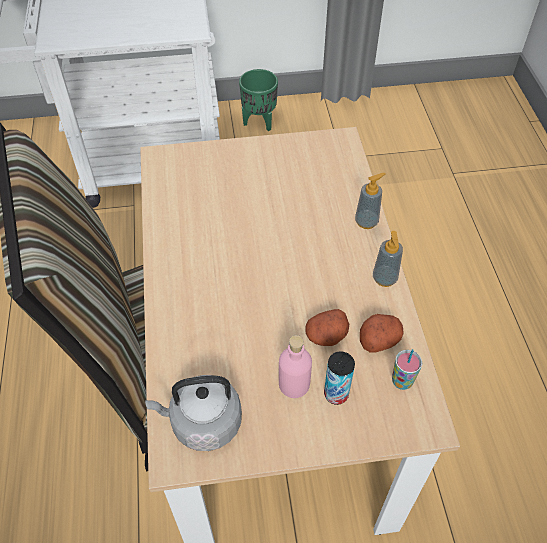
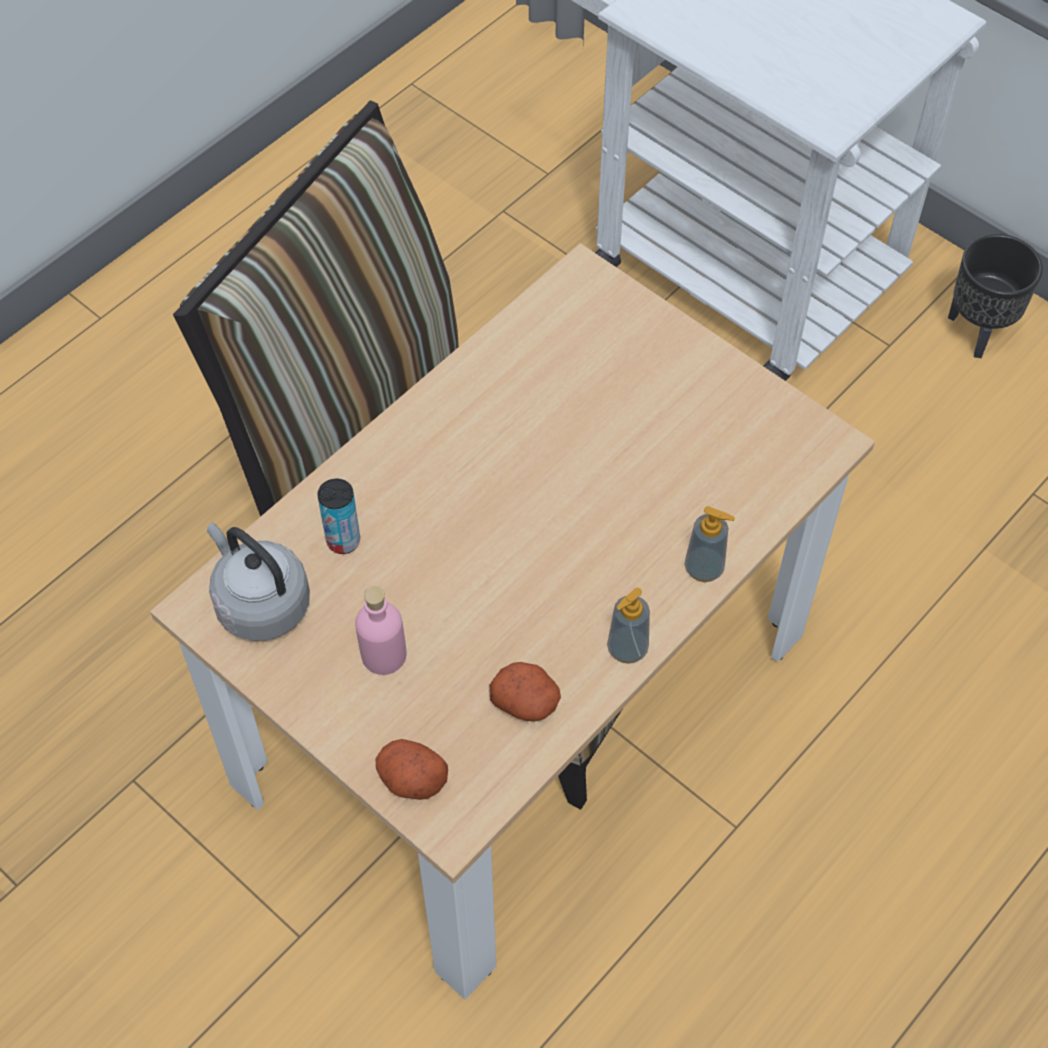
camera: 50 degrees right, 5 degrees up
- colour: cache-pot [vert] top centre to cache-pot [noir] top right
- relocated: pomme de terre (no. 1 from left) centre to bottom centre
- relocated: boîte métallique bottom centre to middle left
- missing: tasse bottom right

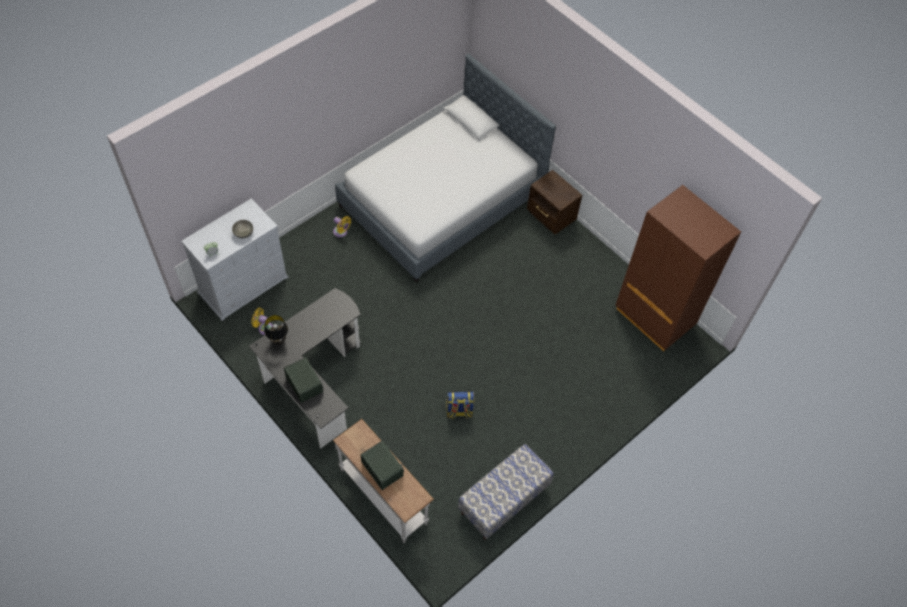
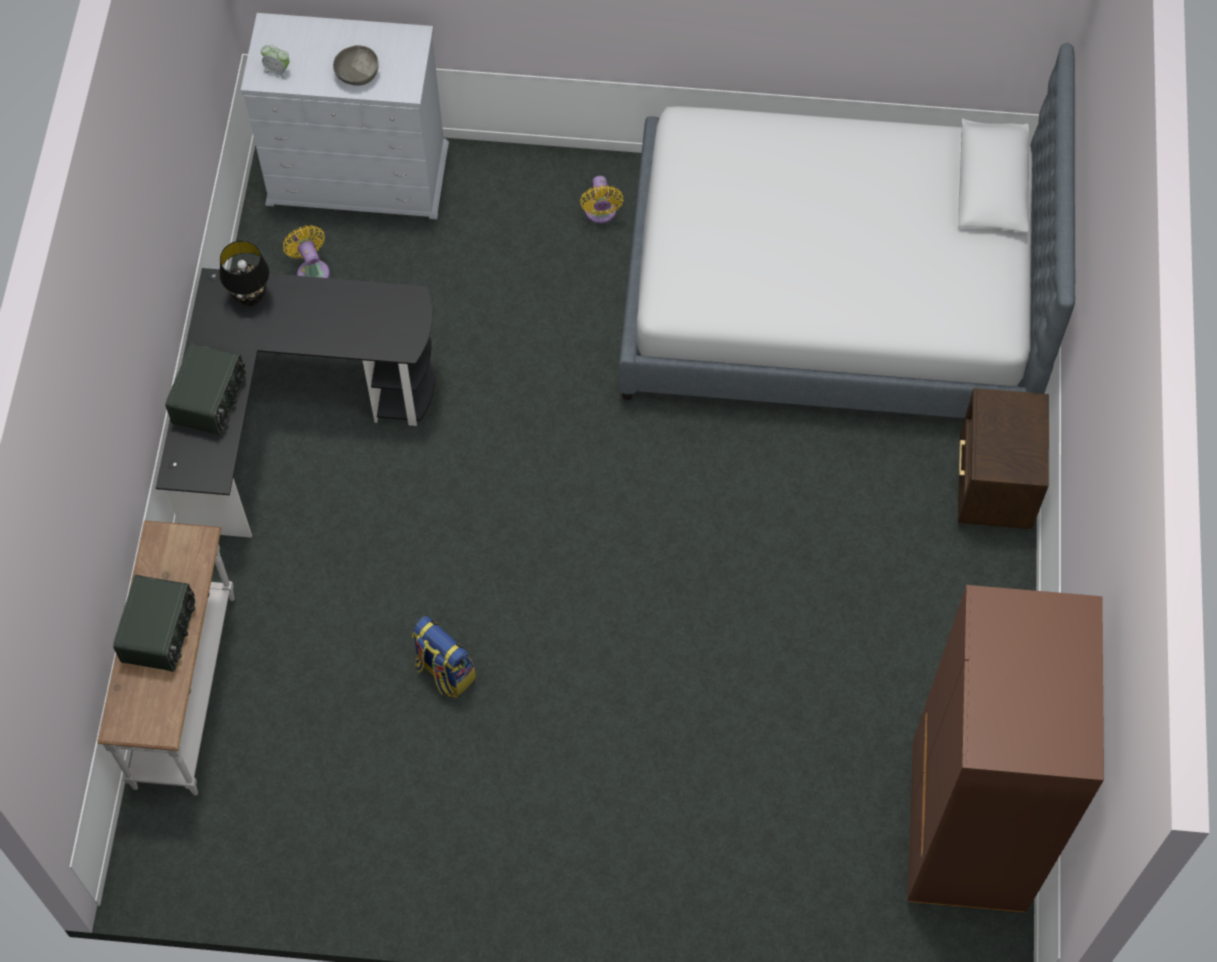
camera: 50 degrees right, 5 degrees up
- missing: banc bottom centre

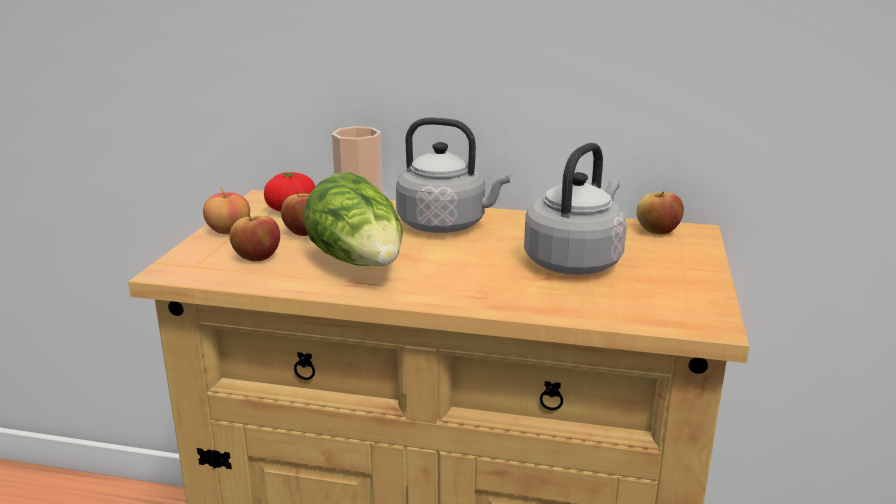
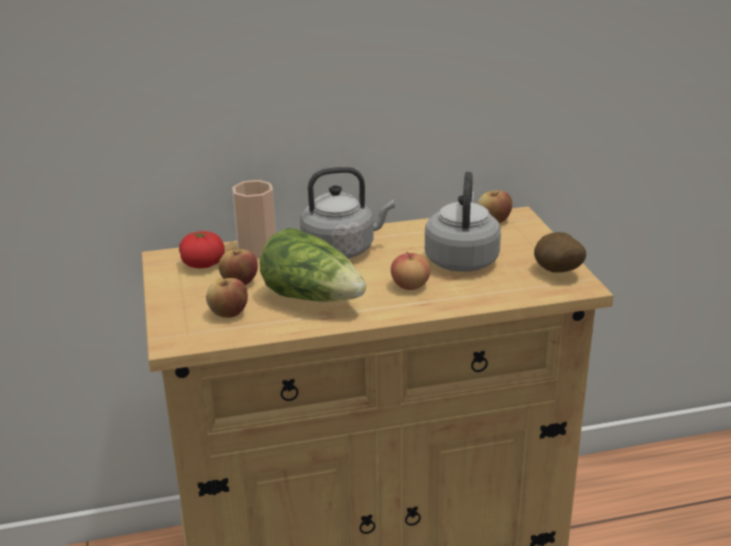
camera: 25 degrees left, 5 degrees up
- relocated: pomme (no. 1 from left in the first image) middle left to pomme (no. 3 from left) centre
- appeared: pomme de terre middle right

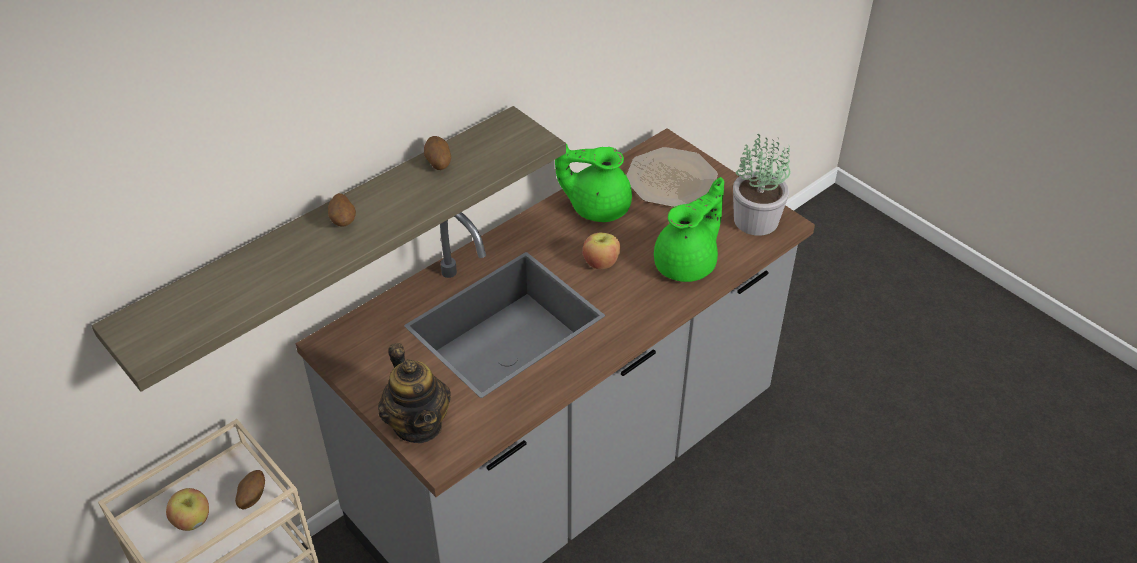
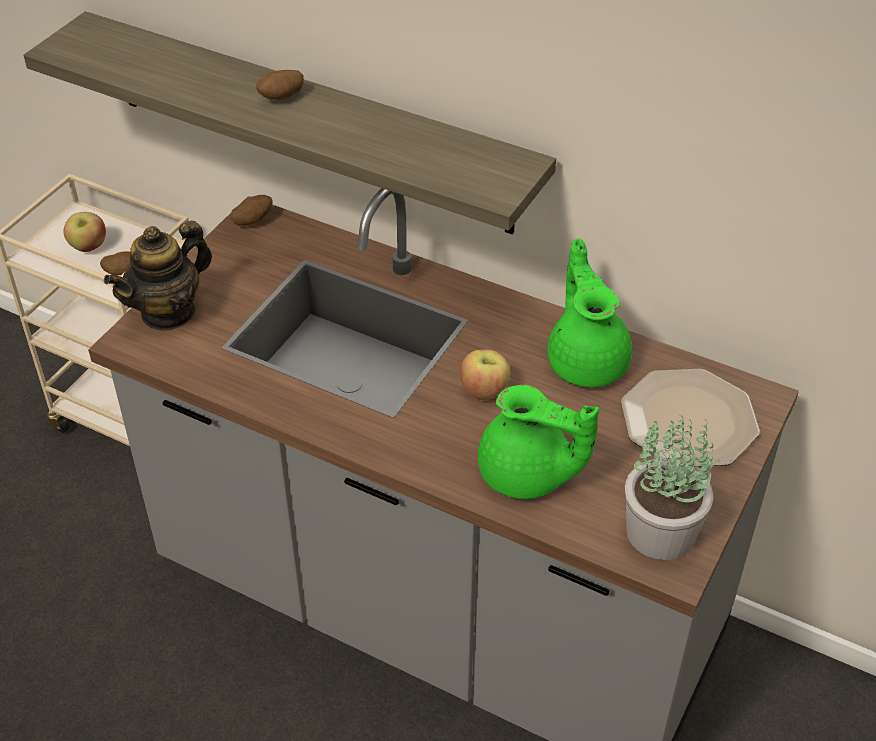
camera: 70 degrees right, 0 degrees up
- relocated: pomme de terre (no. 3 from left in the first image) top centre to pomme de terre (no. 2 from left) top left

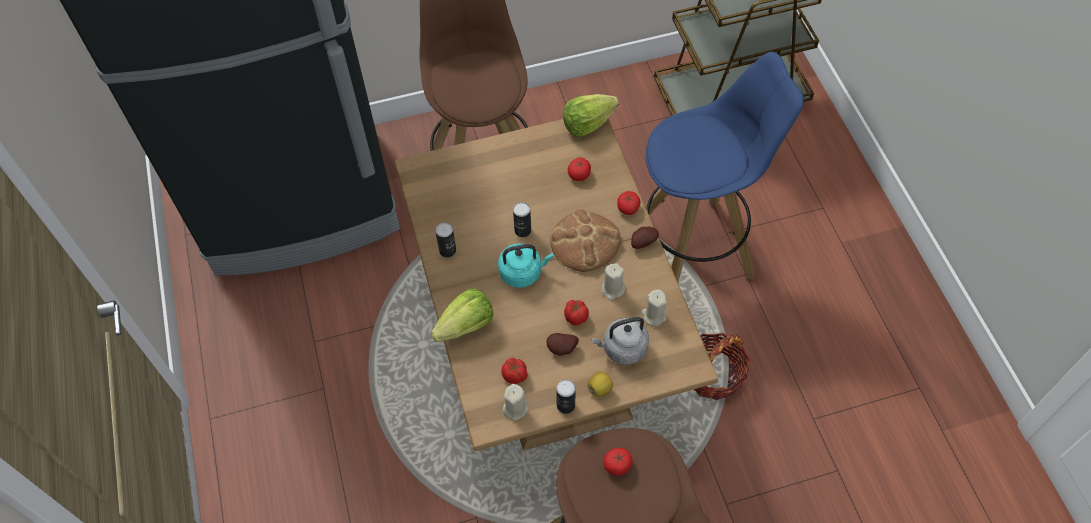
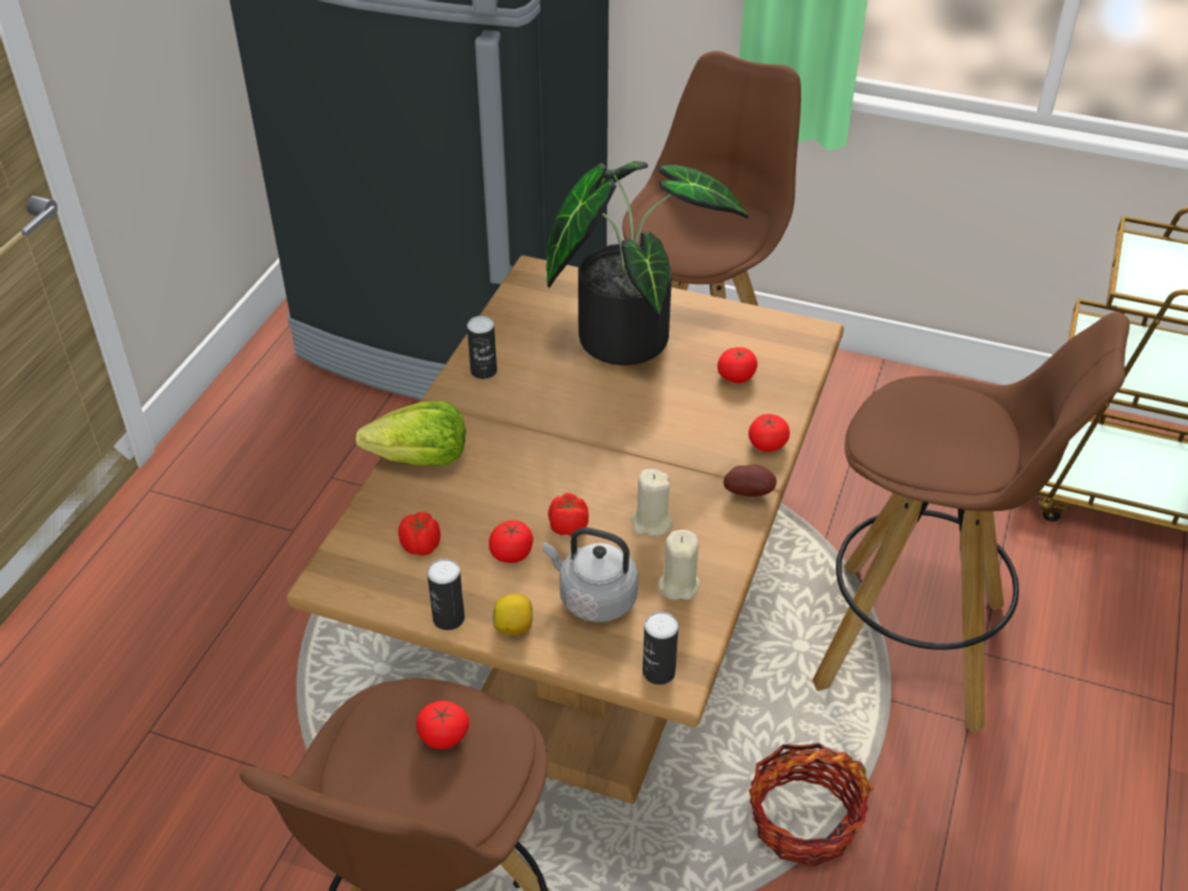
camera: 35 degrees right, 15 degrees down
- missing: bouilloire [turquoise] centre
- missing: bougie [beige] (no. 1 from left) bottom centre
- relocated: boîte métallique (no. 2 from left in the first image) centre to boîte métallique (no. 3 from left) bottom centre
- exchanged: pomme de terre (no. 1 from left) centre to tomate (no. 3 from left) centre
- missing: pain centre
- missing: laitue (no. 2 from left) top centre
- colour: tabouret [bleu] top centre to tabouret [marron] (no. 3 from left) middle right
- appeared: plante en pot top centre

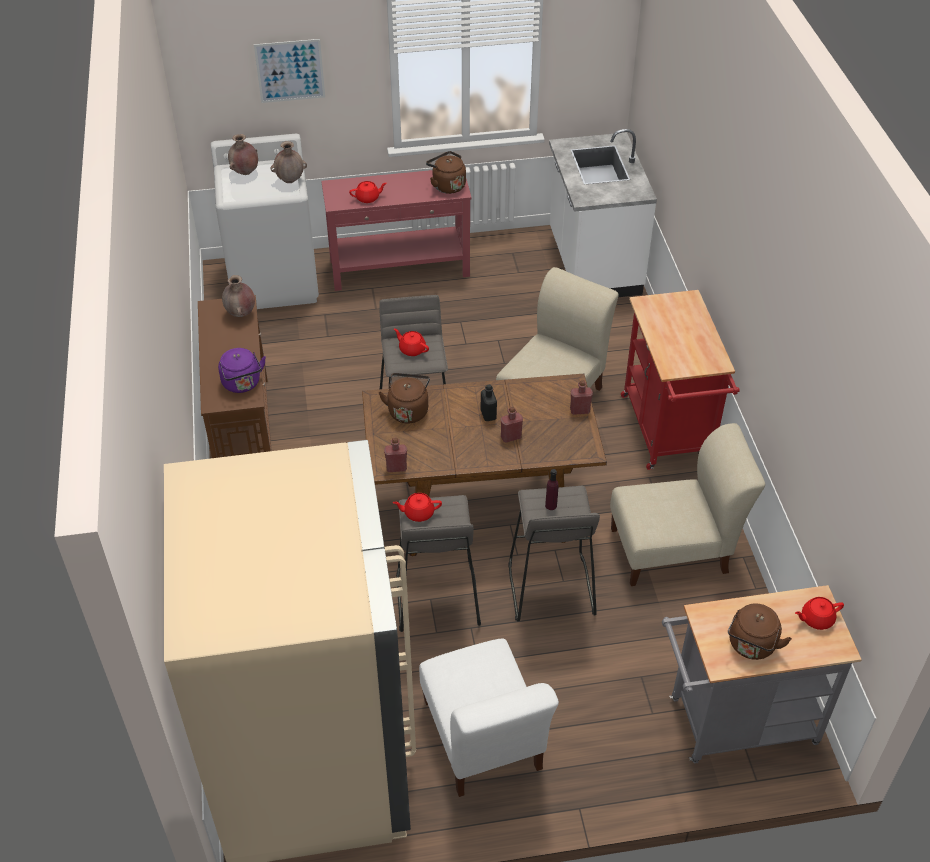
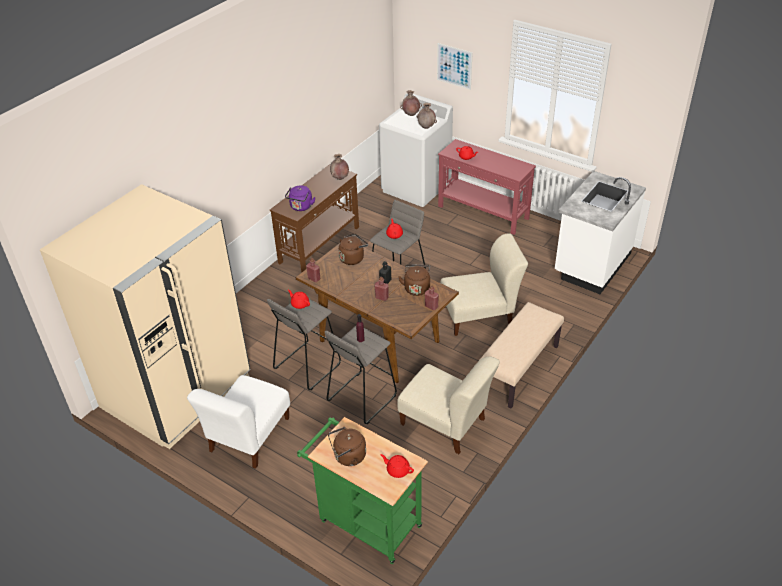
camera: 45 degrees right, 5 degrees down
- relocated: bouilloire [marron] (no. 2 from left in the first image) top centre to bouilloire [marron] (no. 3 from left) centre
- exchanged: chariot [rouge] middle right to banc [beige] middle right
- colour: chariot [gris] bottom right to chariot [vert] bottom centre

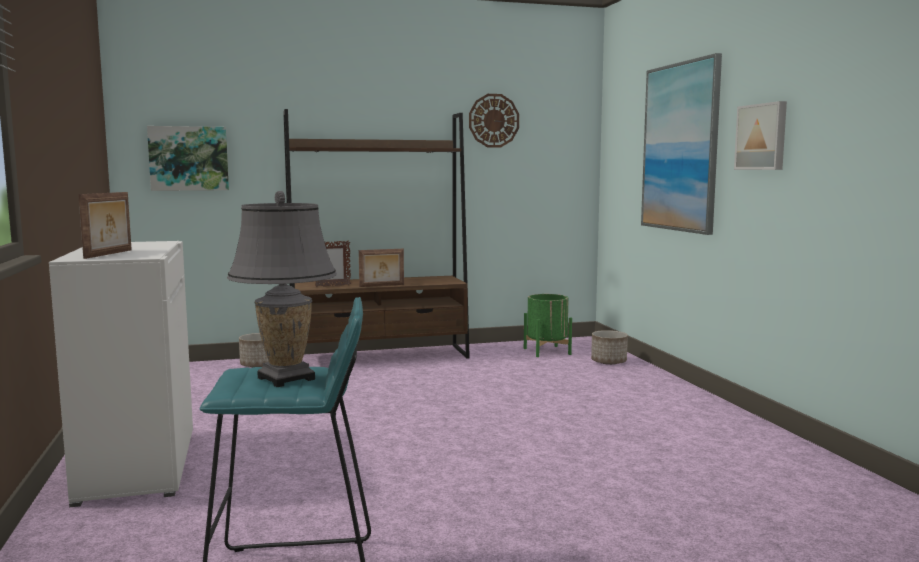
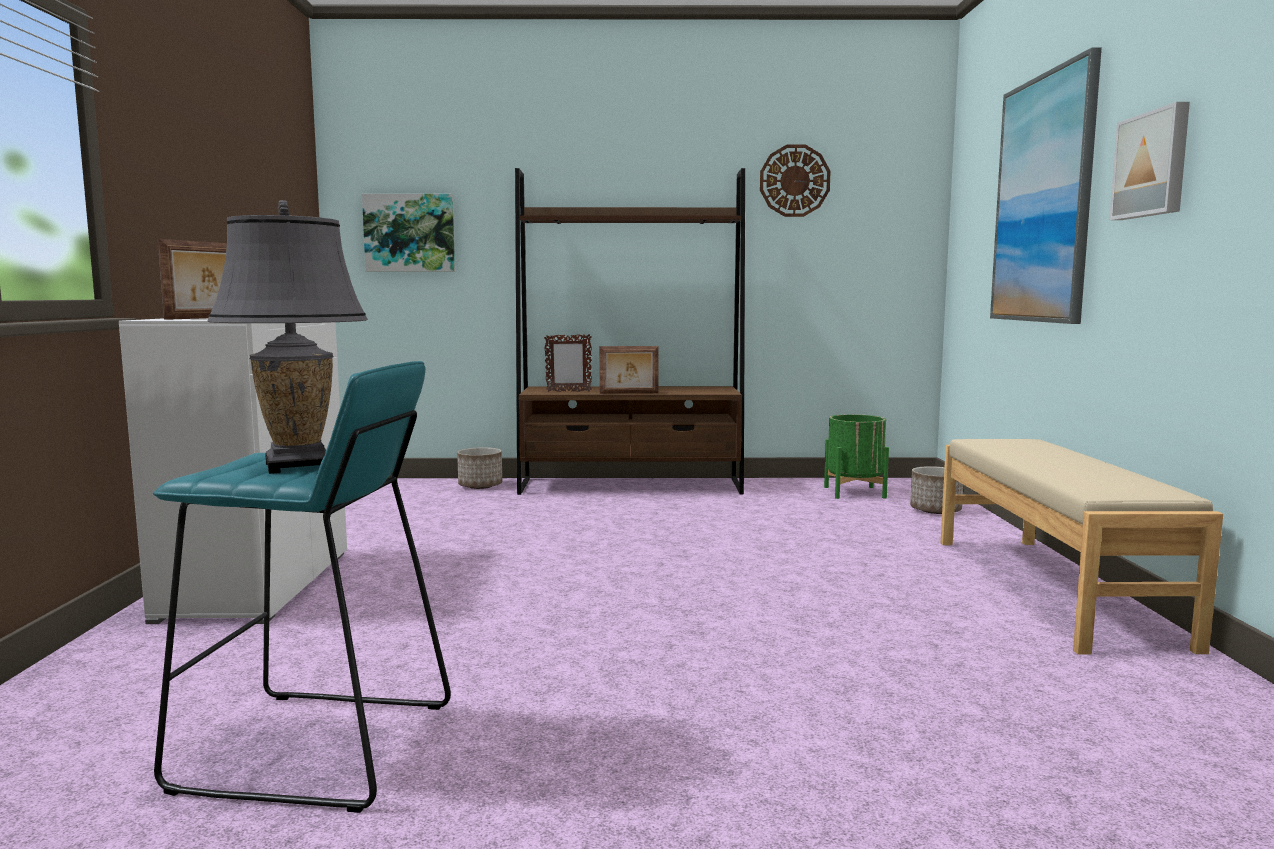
camera: 15 degrees right, 0 degrees up
- appeared: banc [beige] middle right

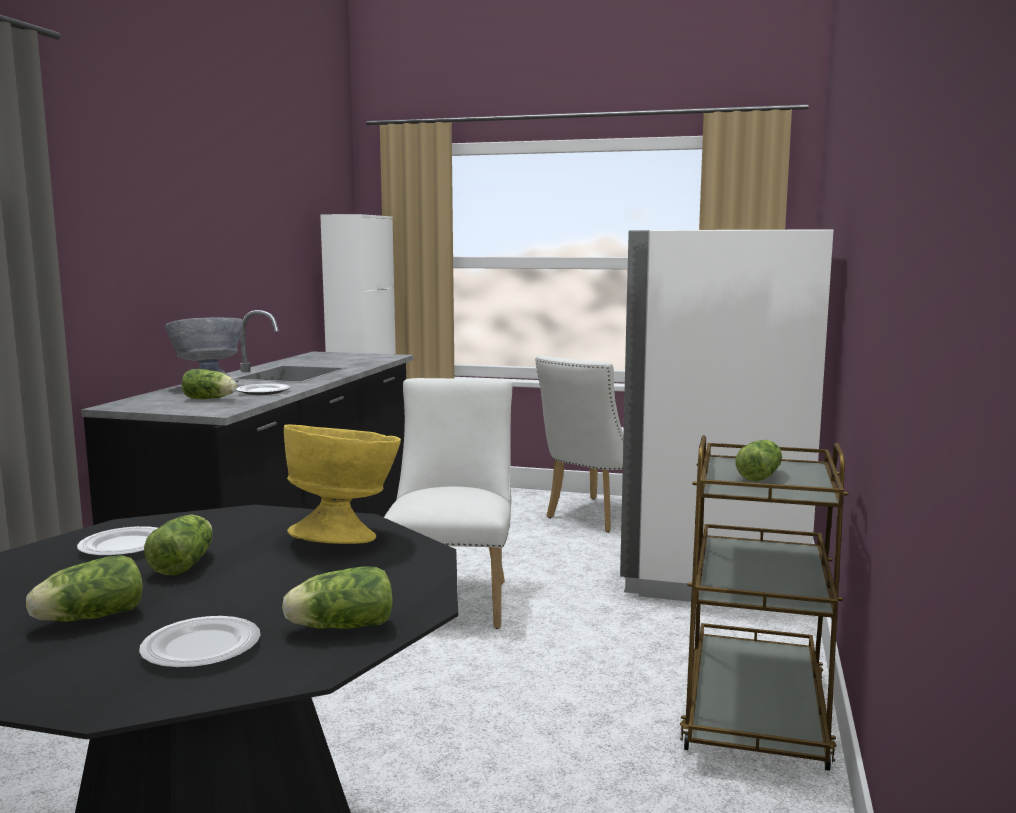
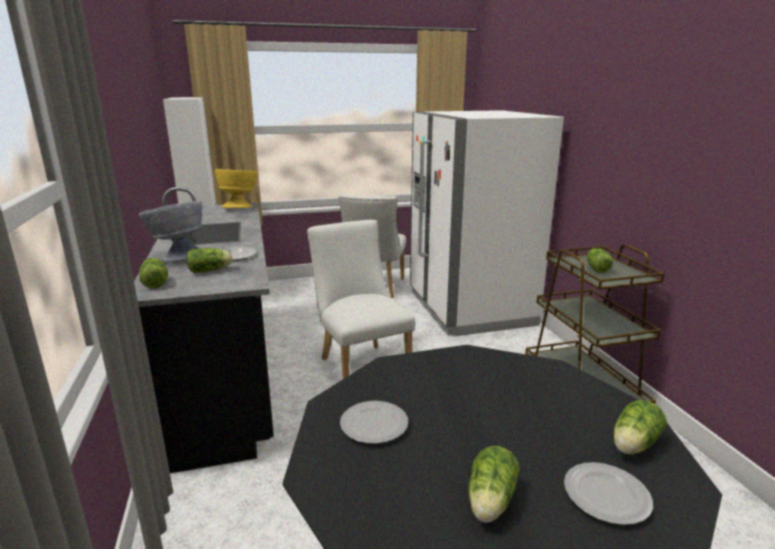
camera: 30 degrees left, 10 degrees up
- relocated: laitue (no. 2 from left in the first image) bottom left to laitue (no. 1 from left) middle left
- relocated: bol [jaune] centre to middle left

